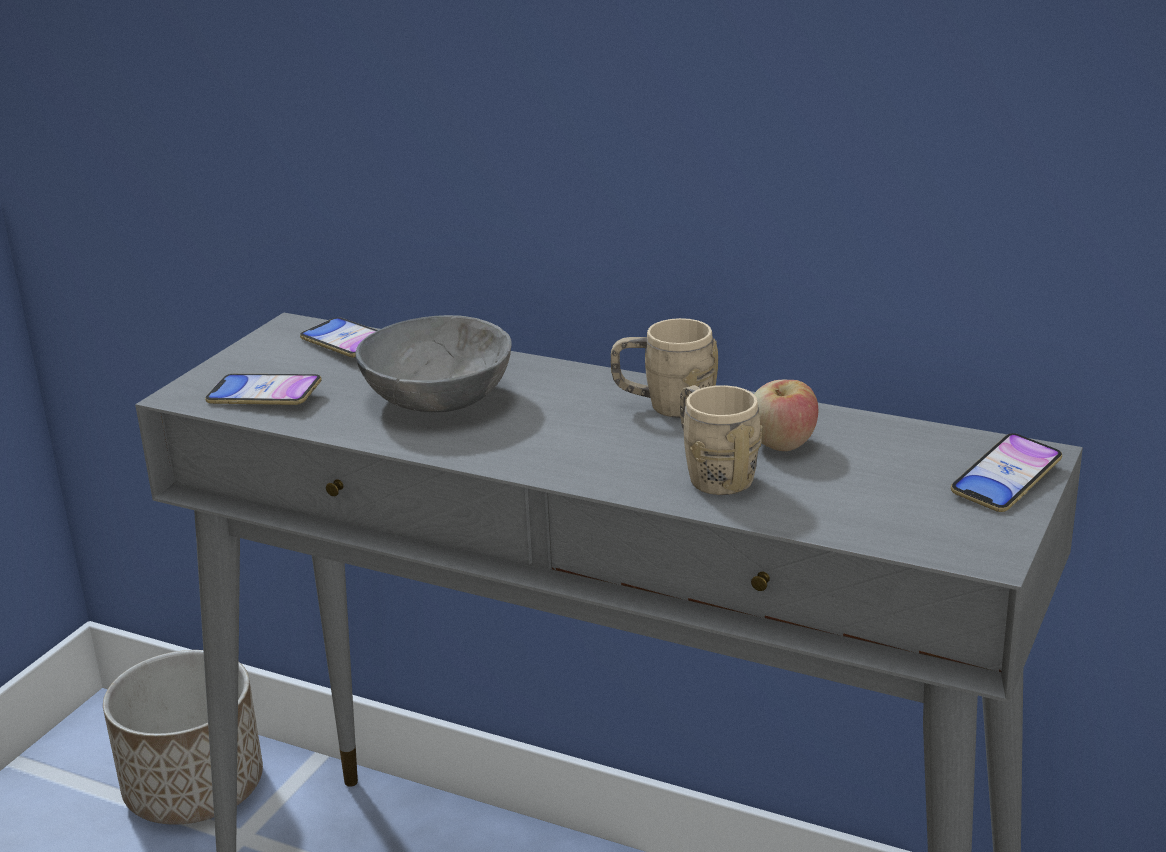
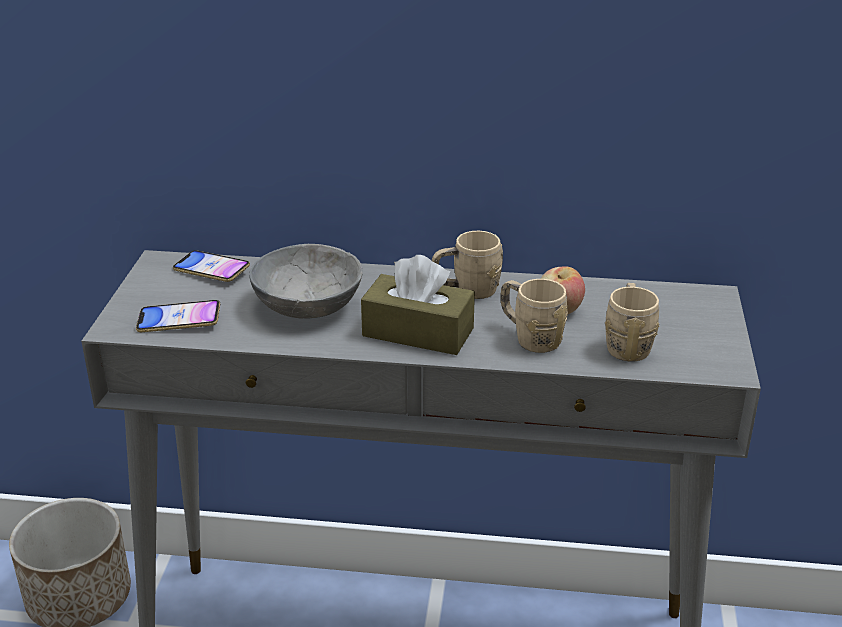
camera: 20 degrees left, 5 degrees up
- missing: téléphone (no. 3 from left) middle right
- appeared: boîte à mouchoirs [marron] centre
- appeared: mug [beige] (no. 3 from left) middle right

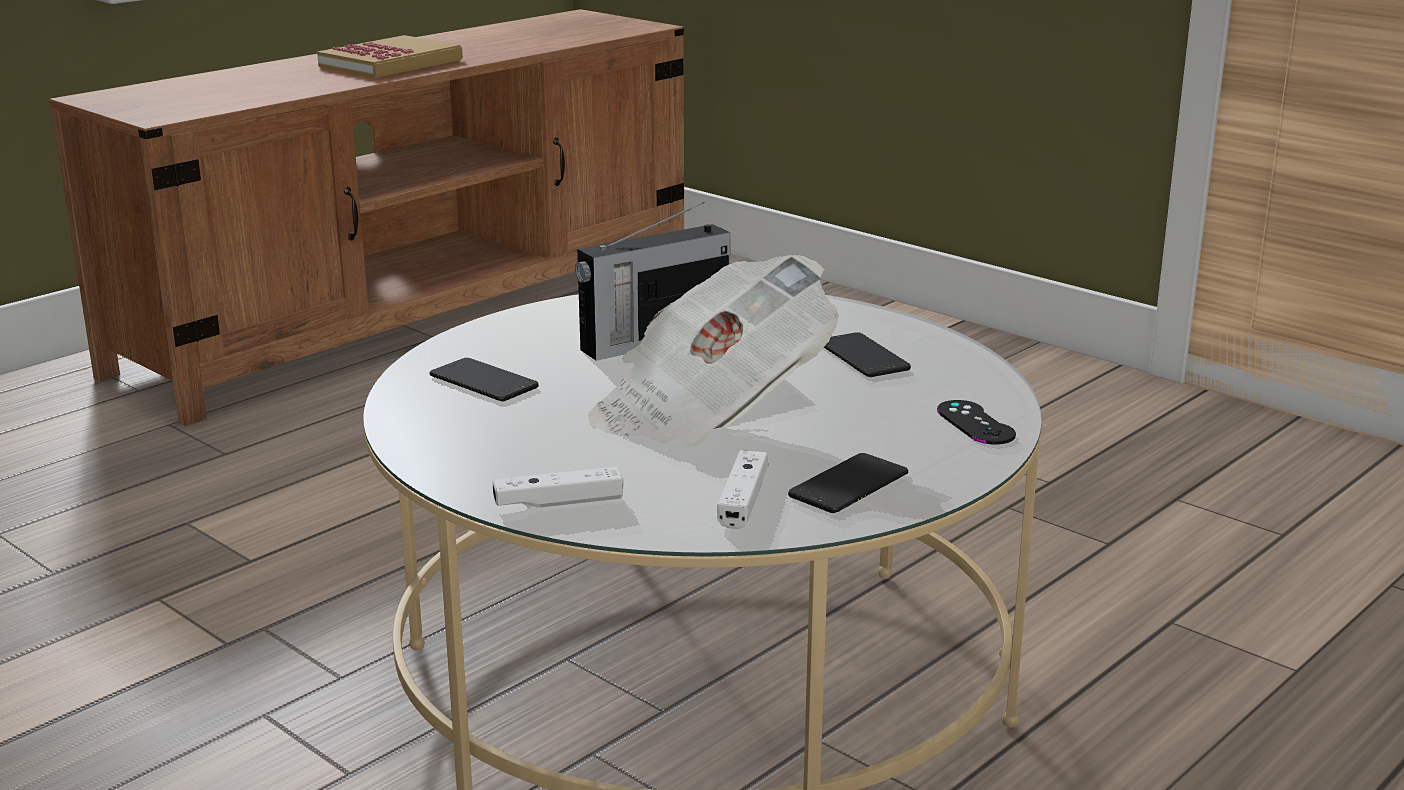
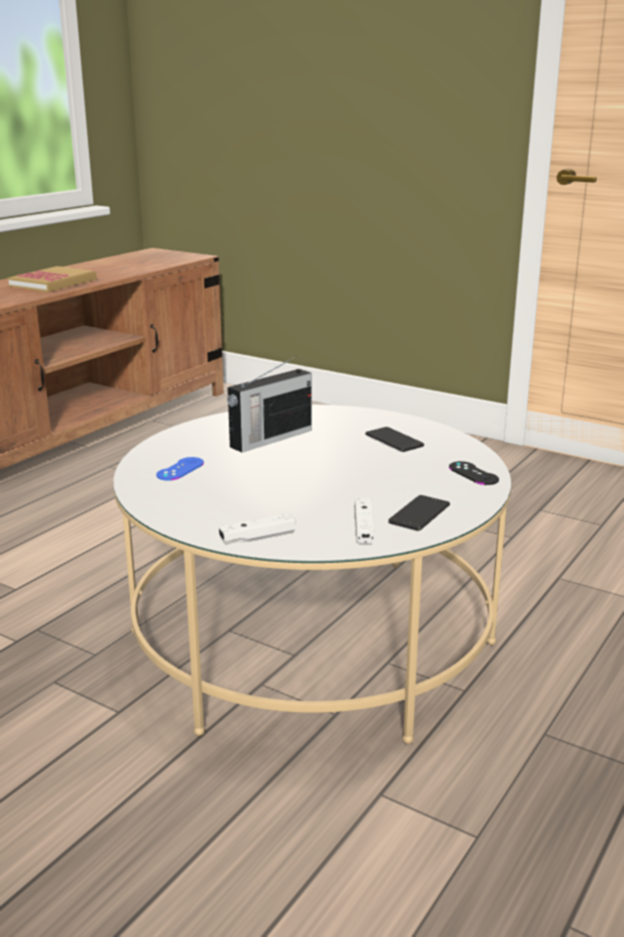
camera: 10 degrees left, 0 degrees up
- exchanged: téléphone (no. 1 from left) centre to manette [bleu] middle left
- missing: journal centre

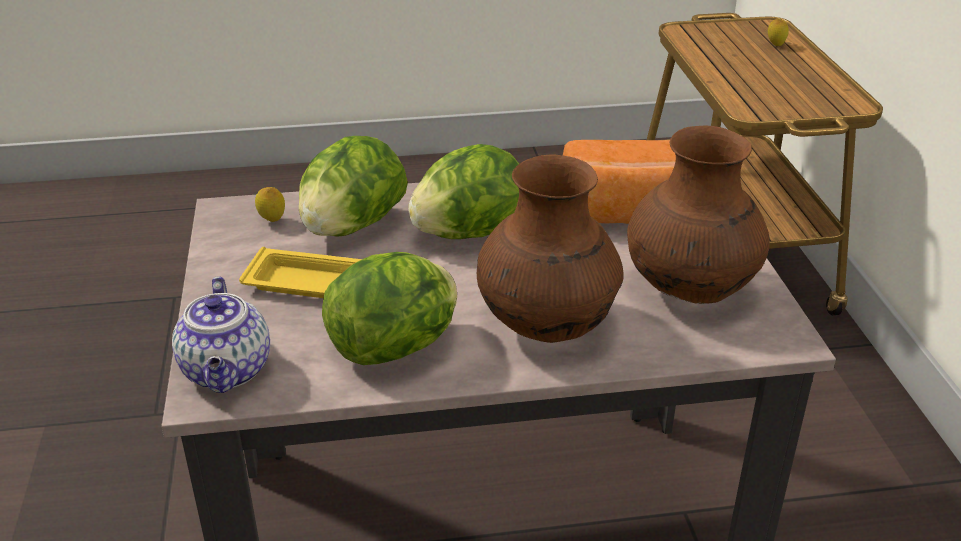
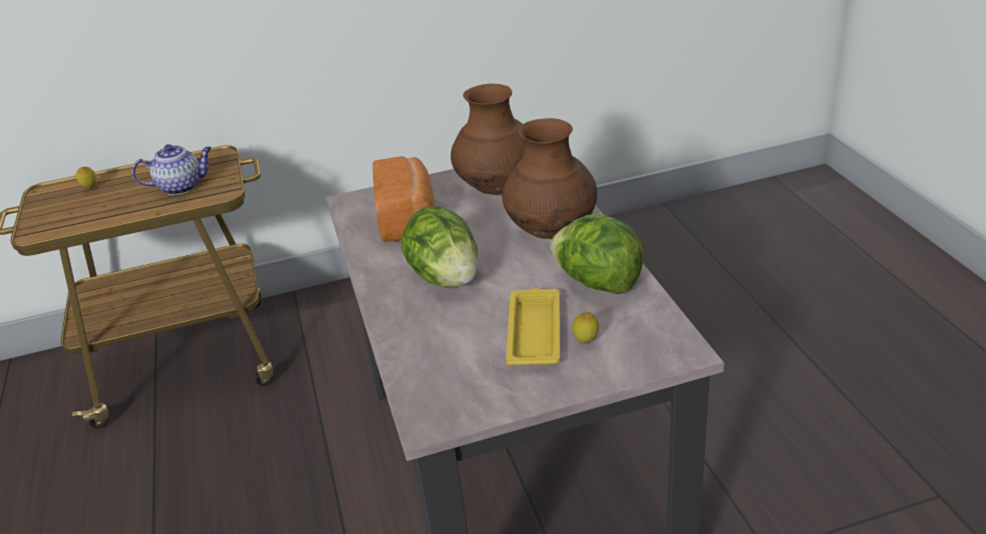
camera: 95 degrees left, 0 degrees up
- relocated: théière middle left to top left
- relocated: citron (no. 1 from left in the first image) middle left to citron (no. 2 from left) centre
- missing: laitue (no. 1 from left) centre

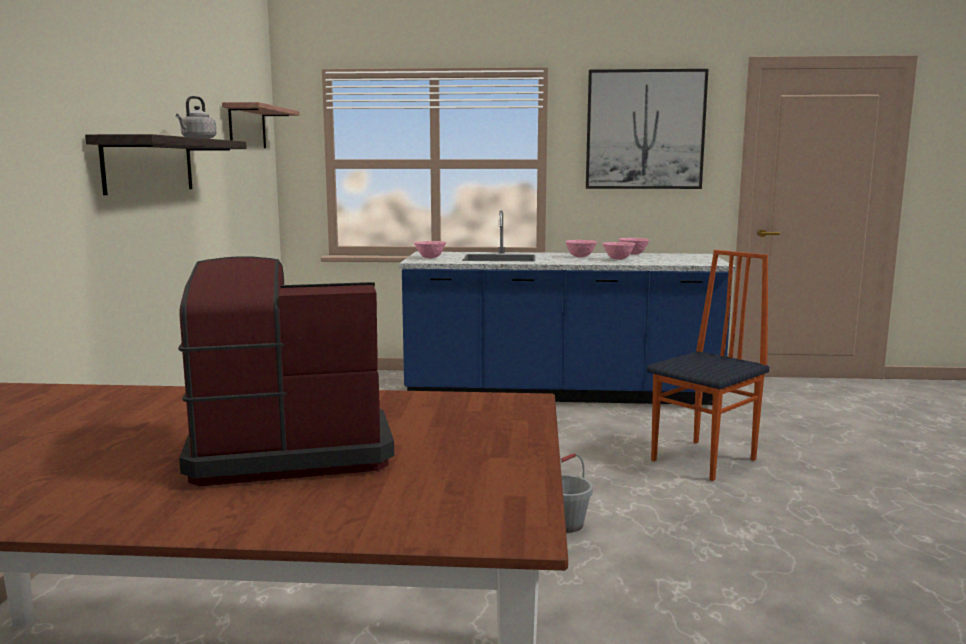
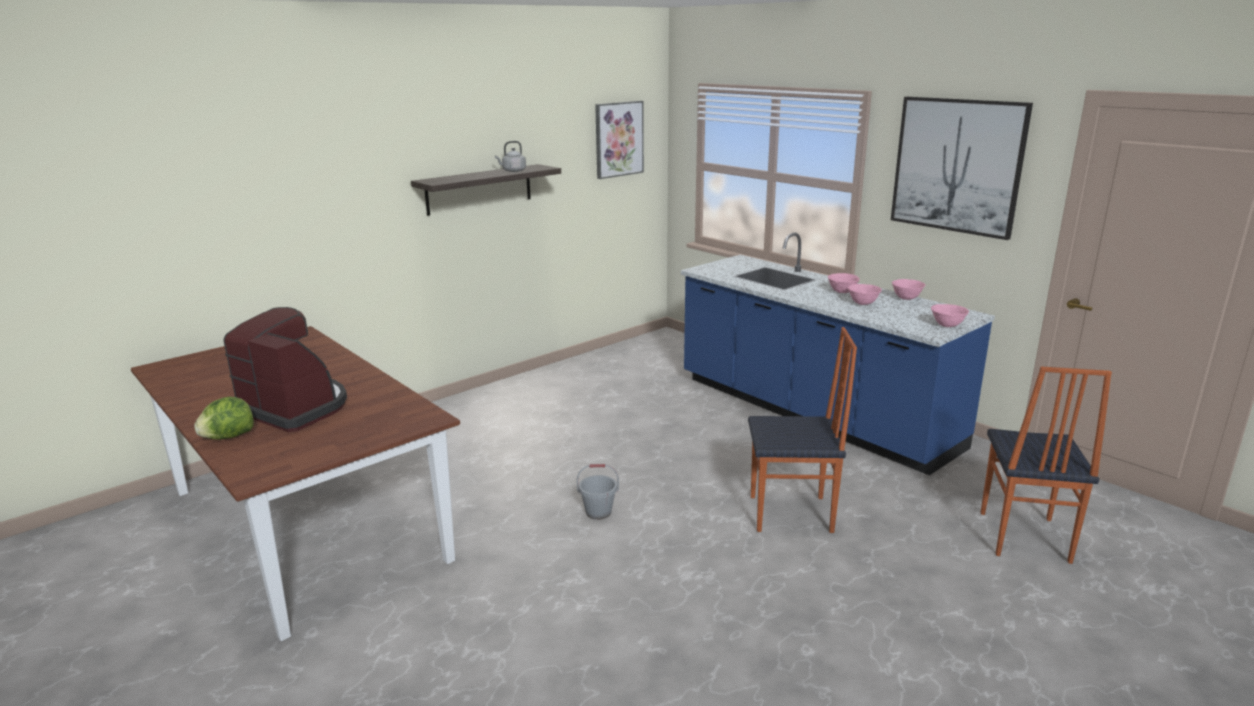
camera: 45 degrees right, 10 degrees up
- exchanged: étagère (no. 2 from left) top left to tableau (no. 1 from left) top centre
- relocated: bol [rose] (no. 1 from left in the first image) centre to bol [rose] (no. 4 from left) middle right
- appeared: laitue middle left
- appeared: chaise (no. 2 from left) middle right

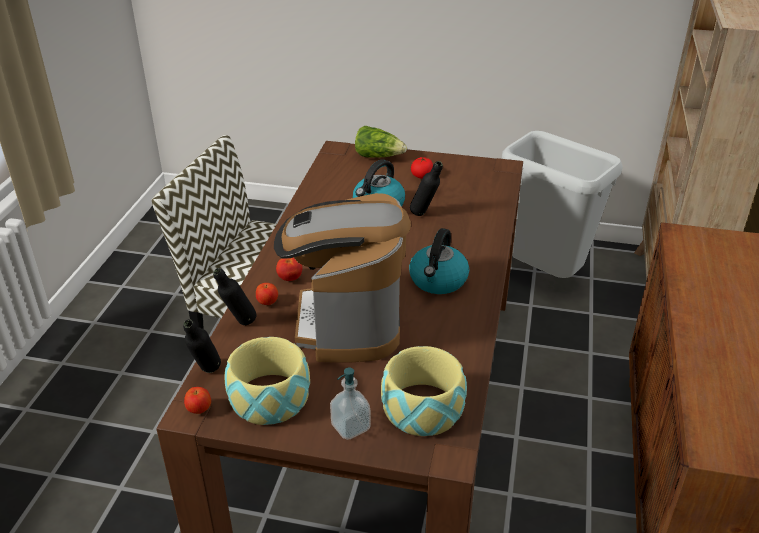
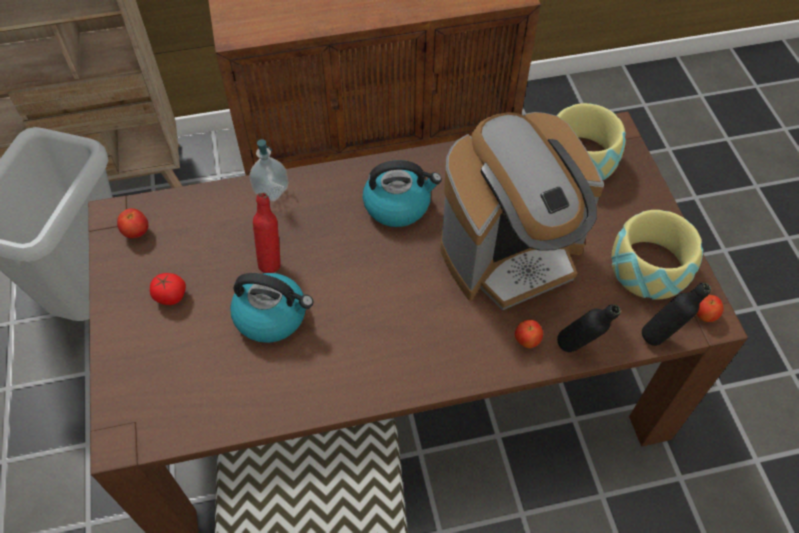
camera: 115 degrees left, 20 degrees up
- relocated: tomate (no. 1 from left) centre to middle left
- relocated: distributeur de savon bottom centre to top centre
- missing: laitue top centre
- colour: bouteille [noir] (no. 3 from left) centre to bouteille [rouge] centre

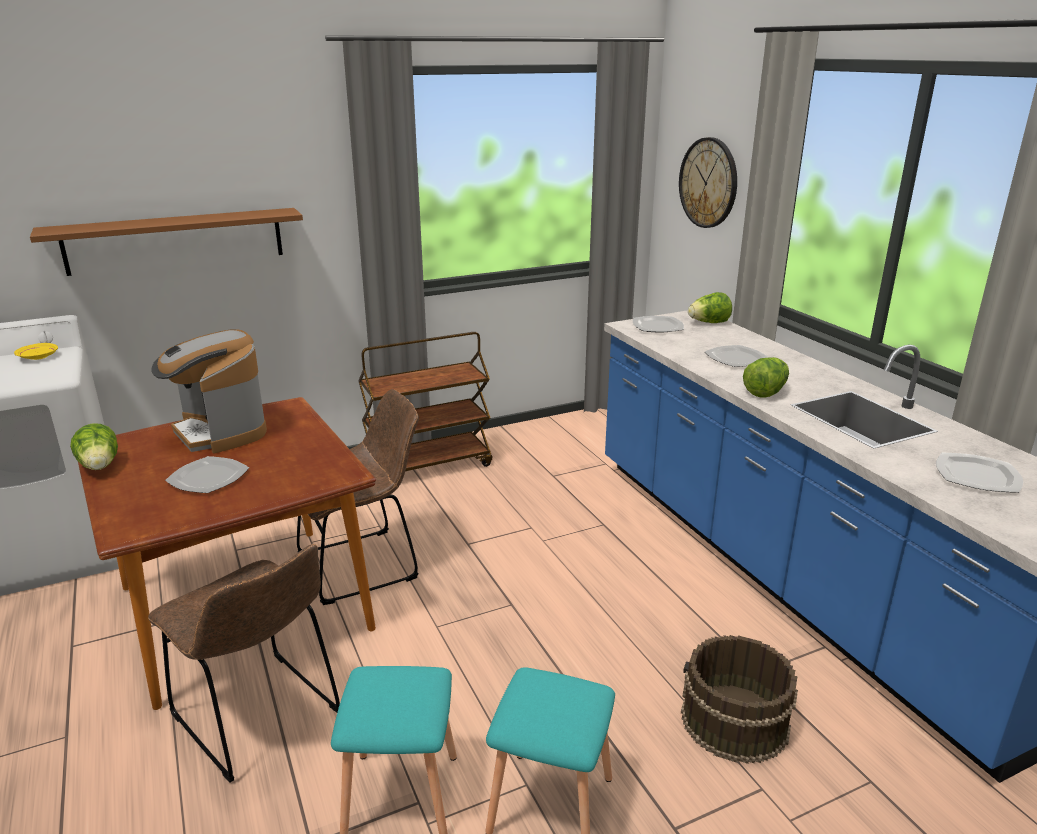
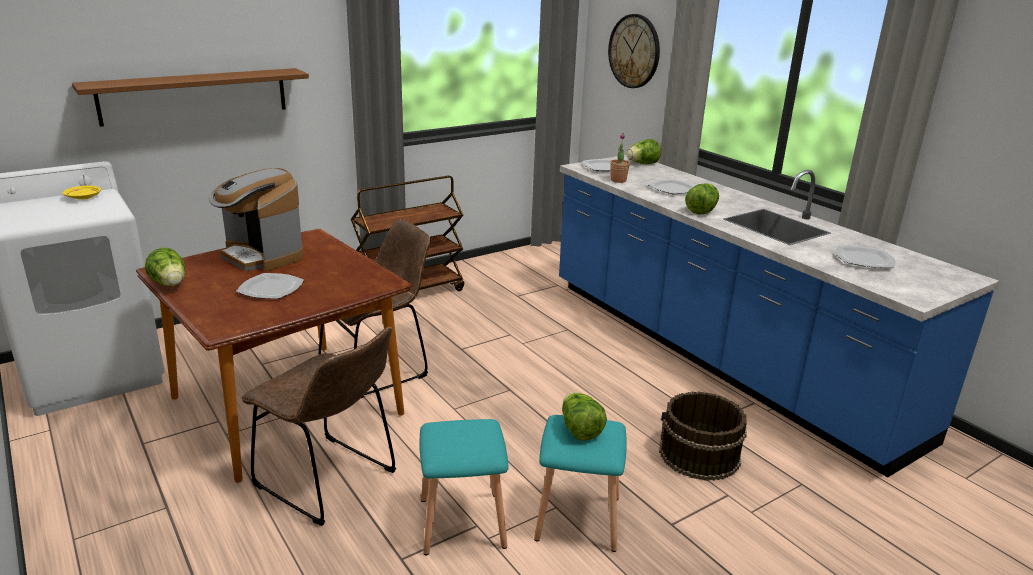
camera: 10 degrees left, 0 degrees up
- appeared: laitue (no. 2 from left) bottom centre
- appeared: plante en pot top centre

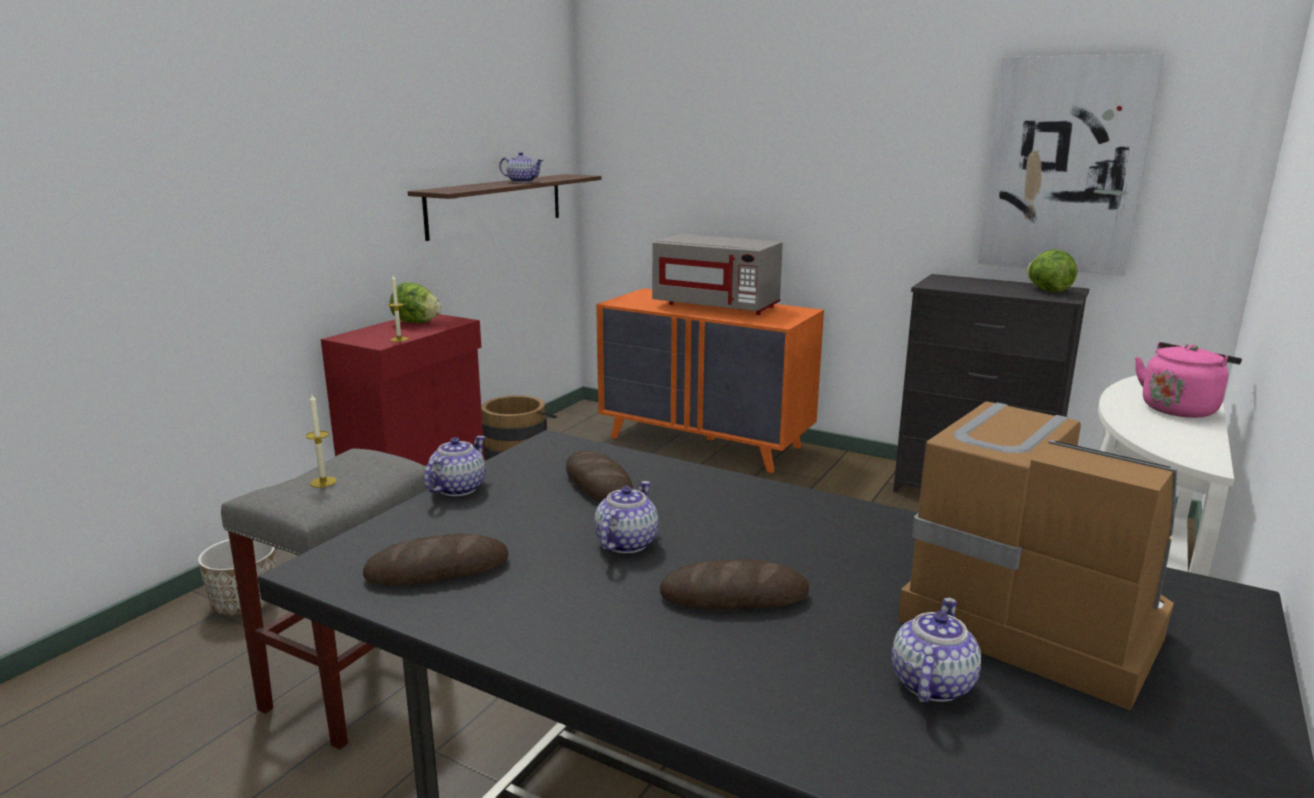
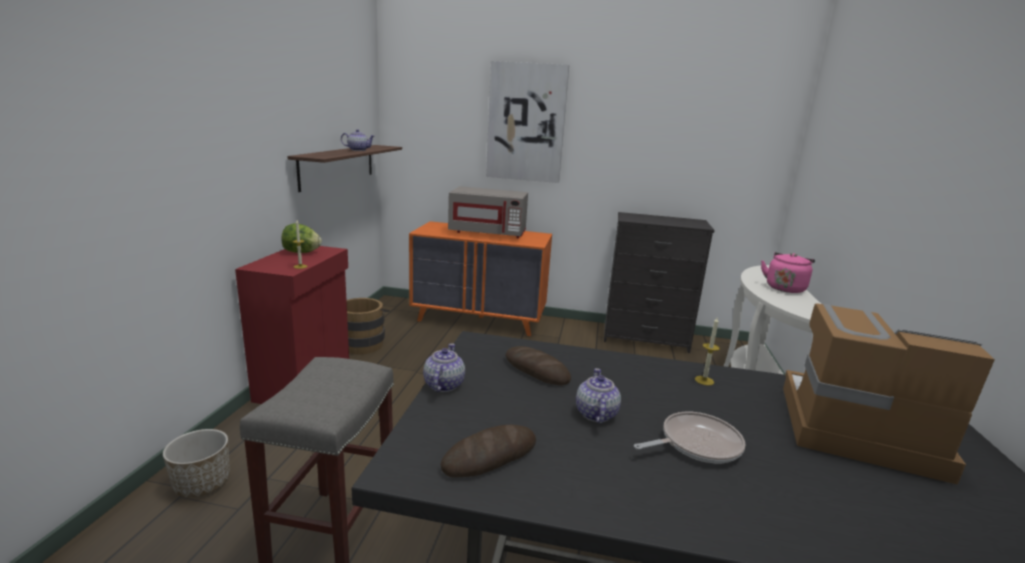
camera: 20 degrees left, 0 degrees up
- relocated: bougie (no. 1 from left in the first image) middle left to bougie (no. 2 from left) middle right
- exchanged: pain (no. 3 from left) bottom centre to poêle bottom right
- missing: théière (no. 4 from left) bottom right
- relocated: tableau top right to top centre
- missing: laitue (no. 2 from left) middle right

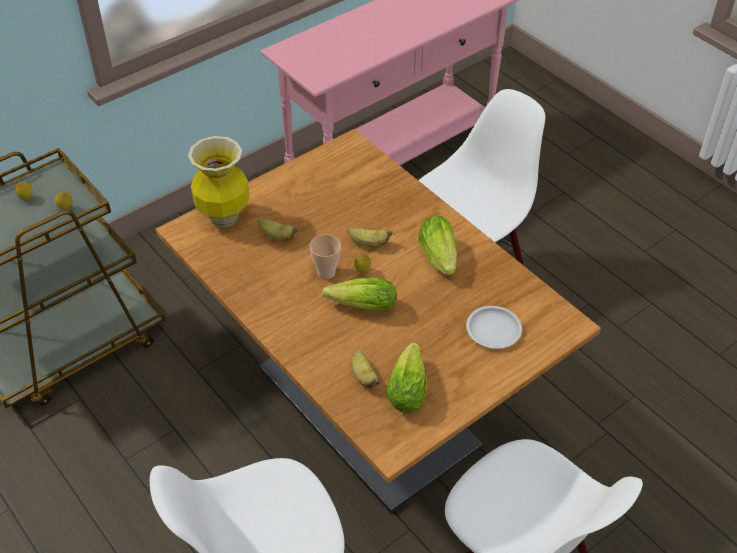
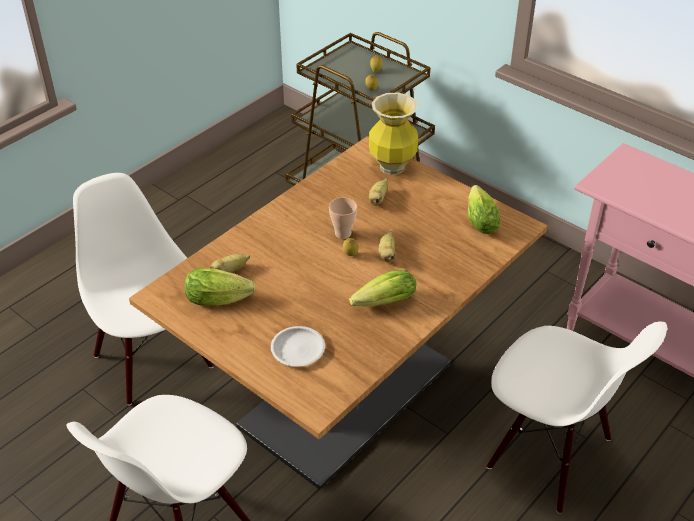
camera: 80 degrees right, 5 degrees down
- relocated: laitue (no. 1 from left in the first image) centre to laitue (no. 3 from left) middle right

